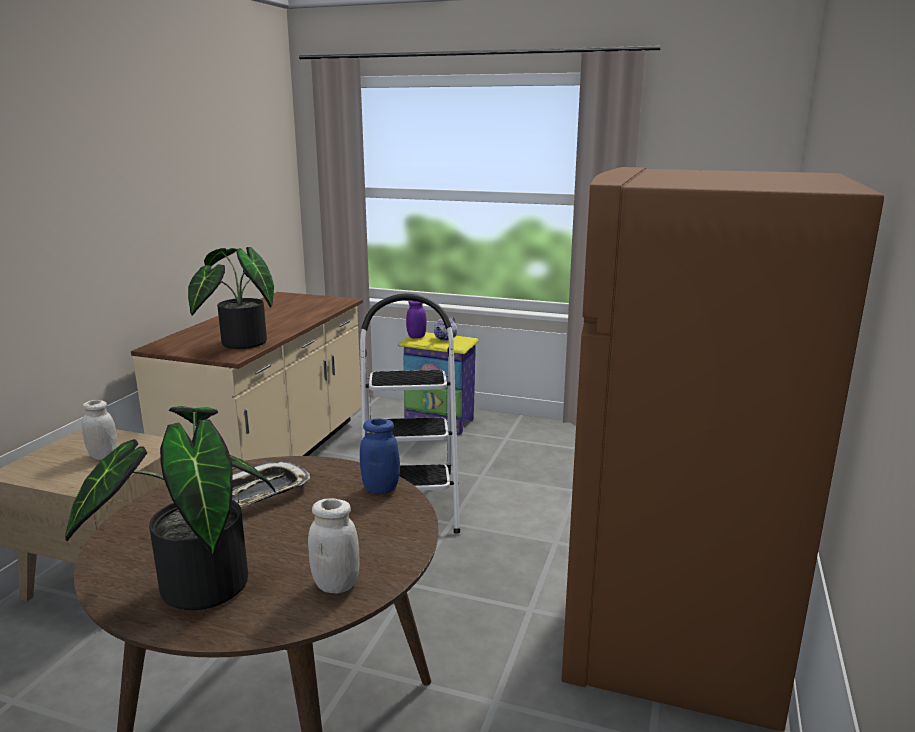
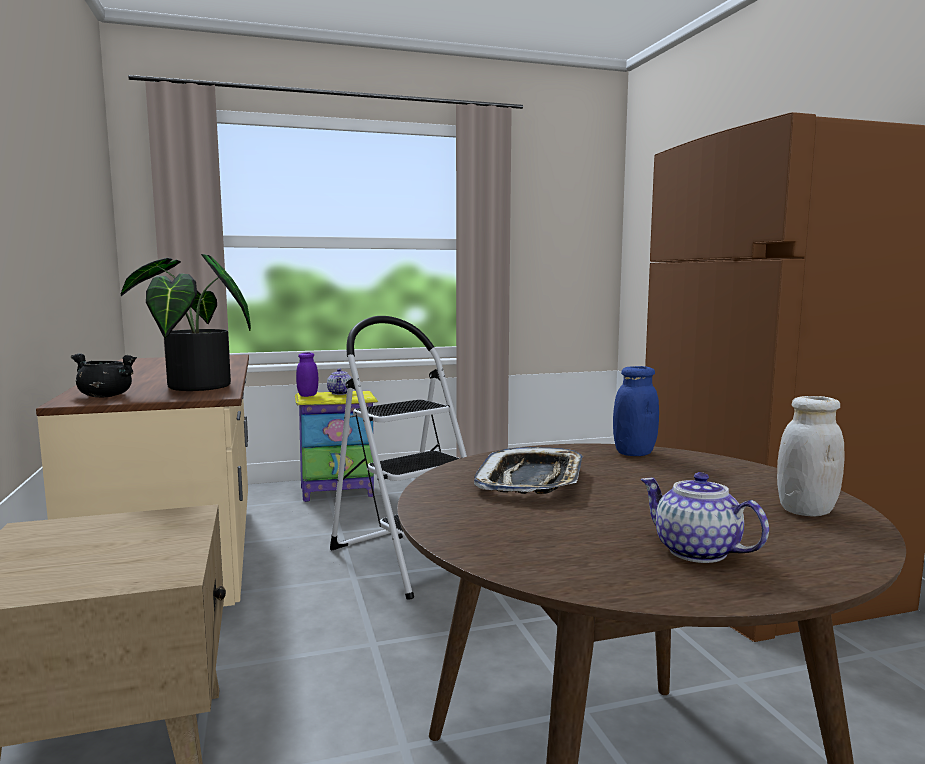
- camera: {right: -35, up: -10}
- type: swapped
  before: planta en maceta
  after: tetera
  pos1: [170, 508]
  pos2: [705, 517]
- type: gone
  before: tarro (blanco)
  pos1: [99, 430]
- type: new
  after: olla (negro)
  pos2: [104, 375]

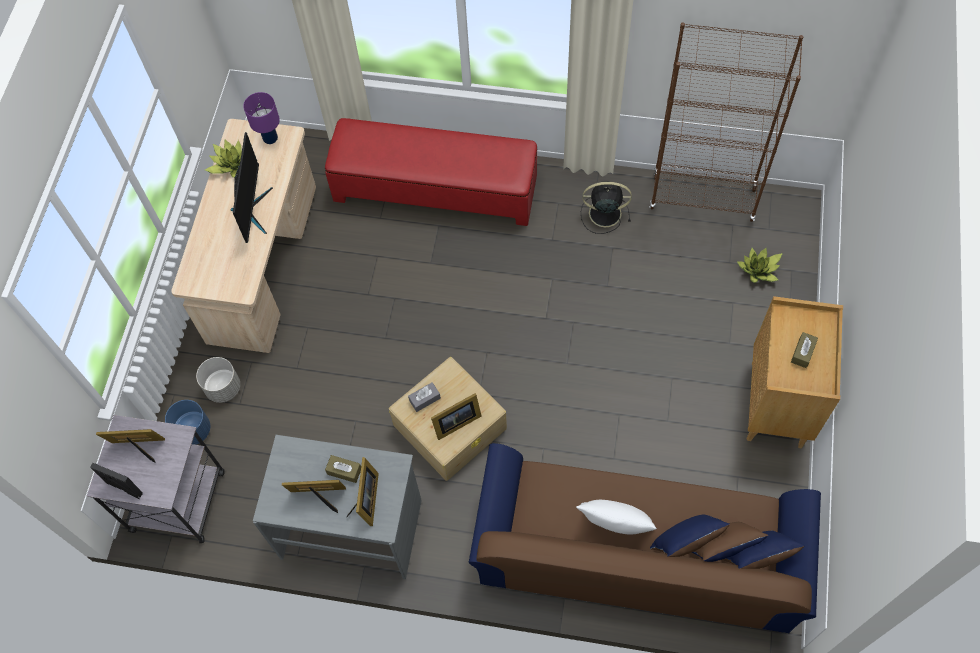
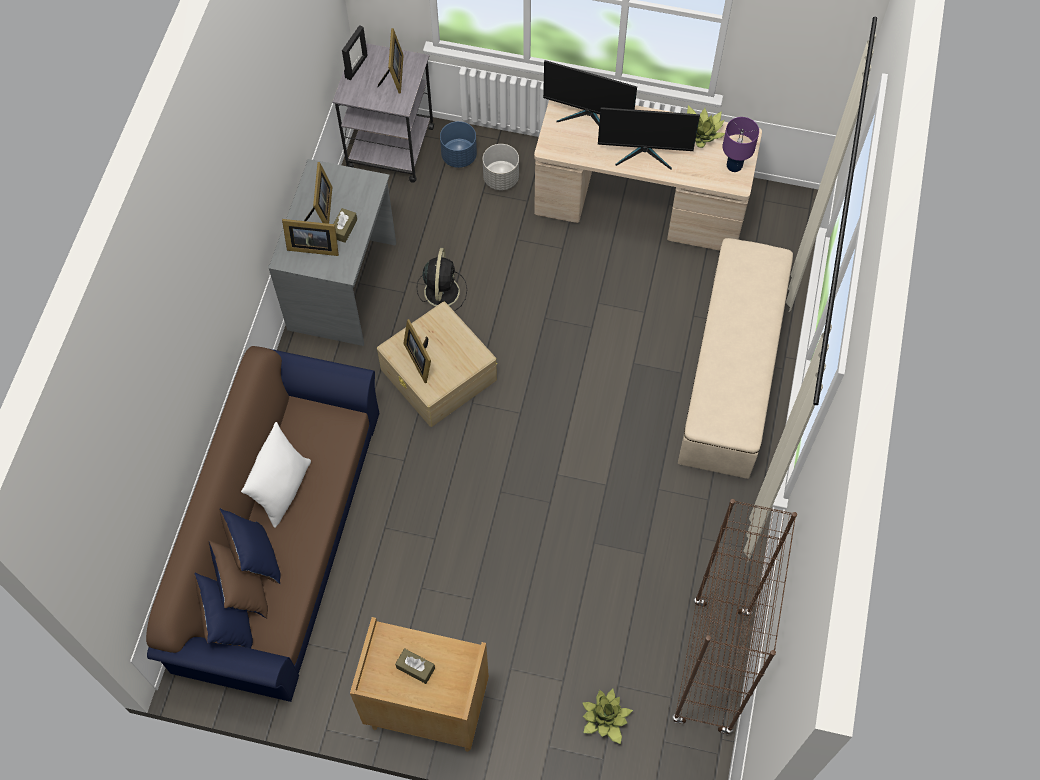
- camera: {right: 90, up: 0}
- type: repainted
  before: banco (rojo)
  after: banco (beis)
  pos1: [431, 172]
  pos2: [735, 358]
- type: gone
  before: caja de pañuelos (gris)
  pos1: [424, 397]
- type: shifted
  before: ventilador (negro)
  pos1: [606, 207]
  pos2: [442, 279]
- type: new
  after: monitor
  pos2: [590, 93]

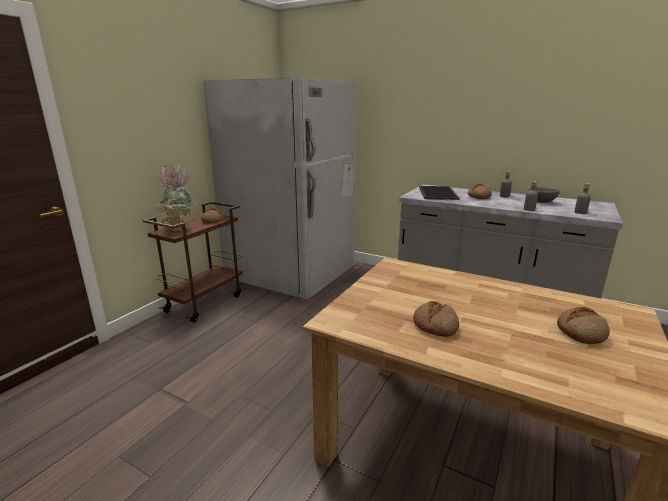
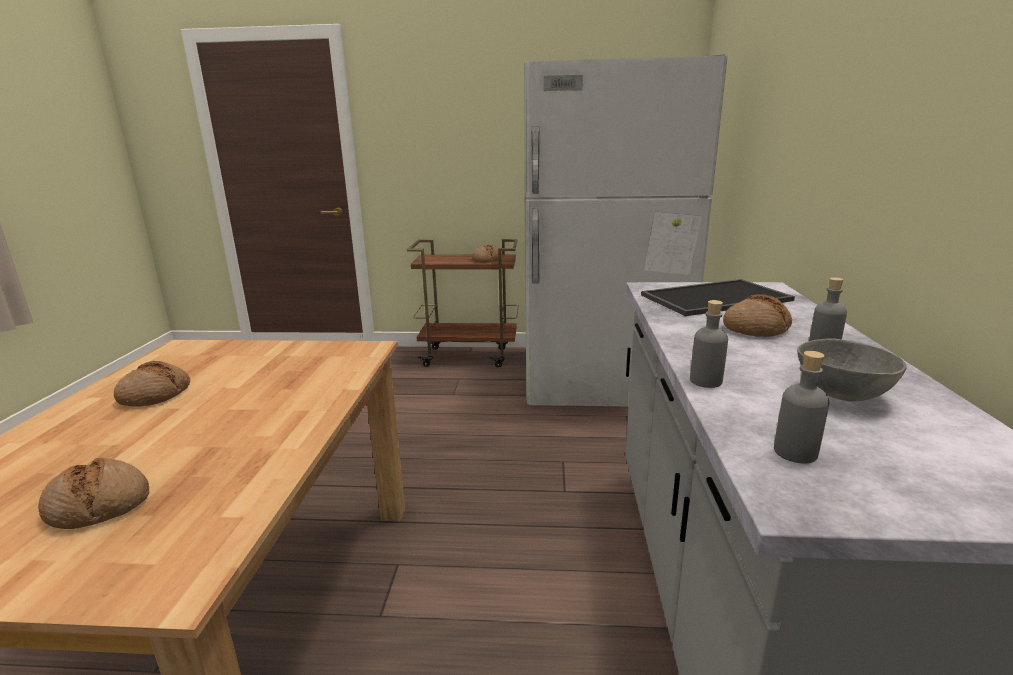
- camera: {right: 65, up: 0}
- type: gone
  before: planta en maceta
  pos1: [175, 198]

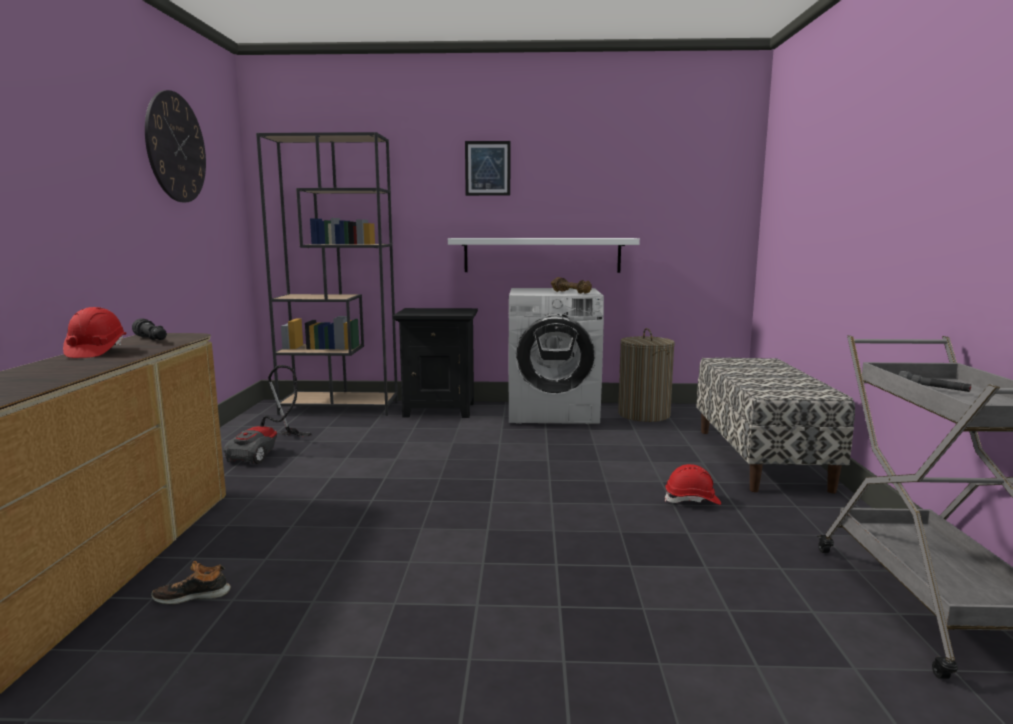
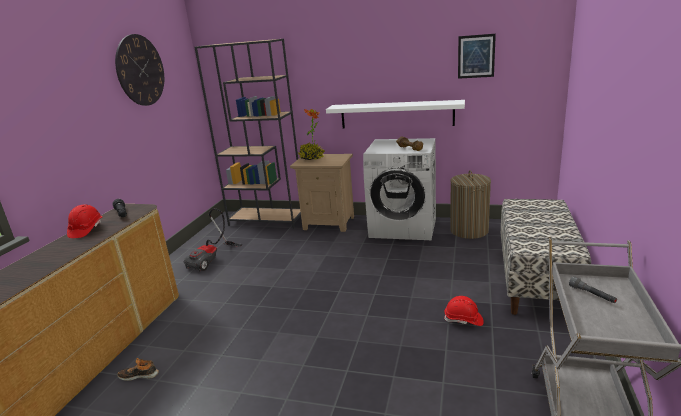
- camera: {right: 15, up: 10}
- type: repainted
  before: mesita de noche (negro)
  after: mesita de noche (beis)
  pos1: [435, 363]
  pos2: [322, 193]
- type: shifted
  before: cuadro
  pos1: [487, 168]
  pos2: [477, 56]
- type: new
  after: planta en maceta
  pos2: [311, 134]

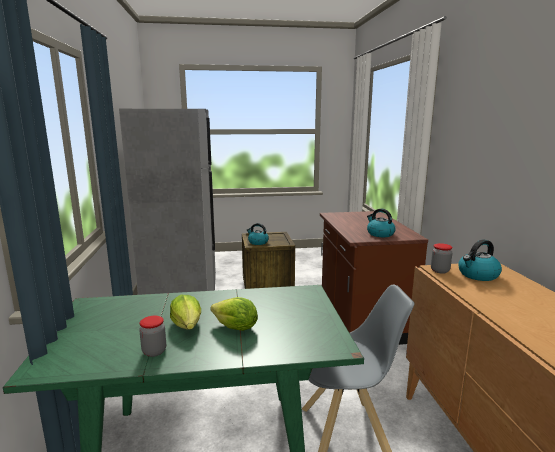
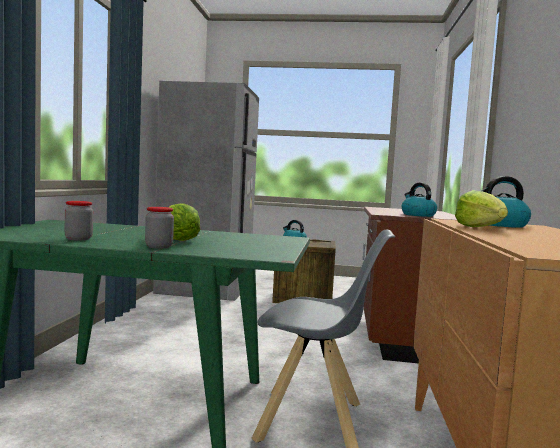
- camera: {right: 15, up: -10}
- type: shifted
  before: lechuga
  pos1: [185, 312]
  pos2: [481, 208]
- type: shifted
  before: tarro
  pos1: [441, 258]
  pos2: [159, 228]

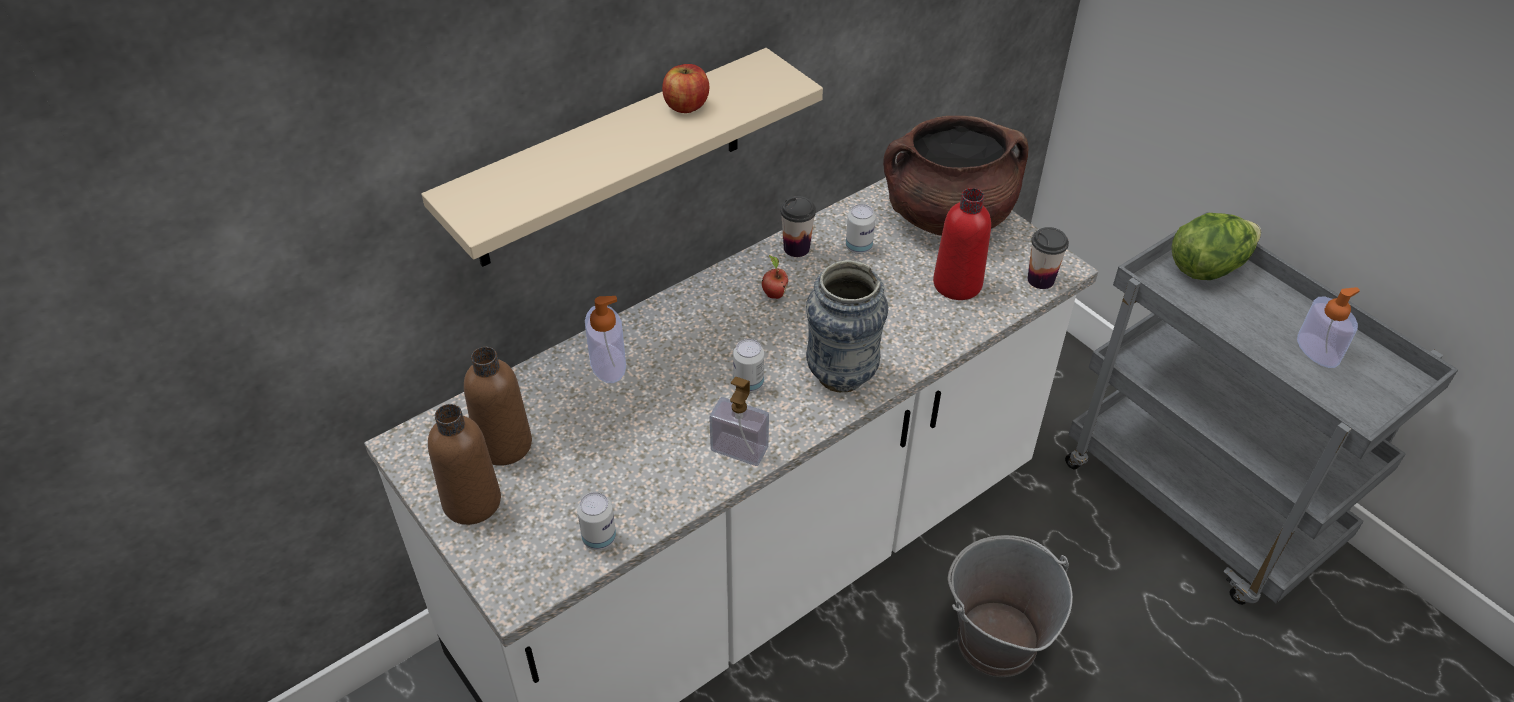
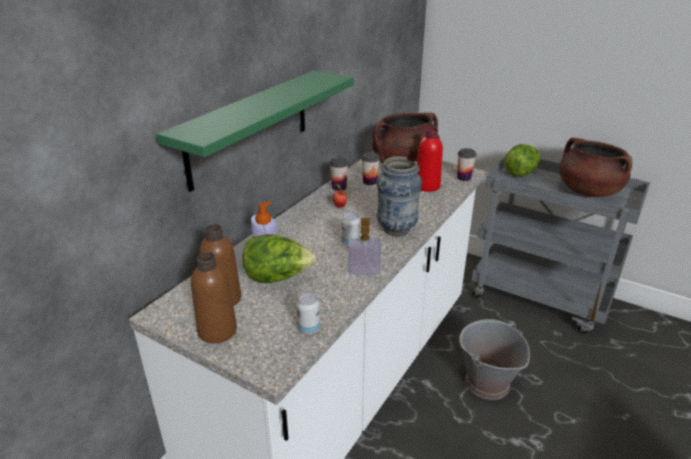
- camera: {right: -20, up: -15}
- type: repainted
  before: estante (beis)
  after: estante (verde)
  pos1: [622, 157]
  pos2: [255, 131]
- type: gone
  before: manzana
  pos1: [685, 88]
- type: swapped
  before: lata
  after: taza
  pos1: [861, 229]
  pos2: [370, 168]
- type: swapped
  before: dispensador de jabón
  after: olla (marrón)
  pos1: [1328, 327]
  pos2: [596, 167]
- type: new
  after: lechuga
  pos2: [279, 258]

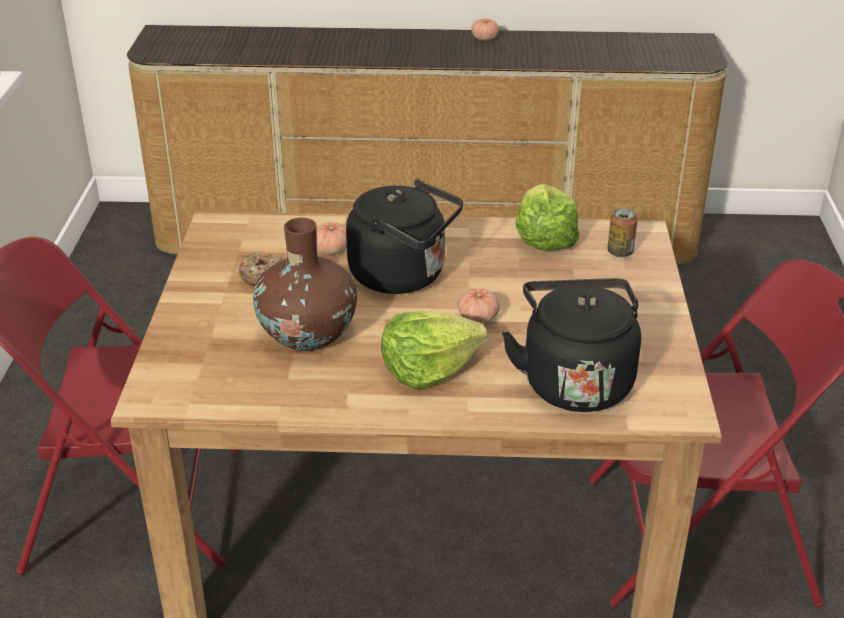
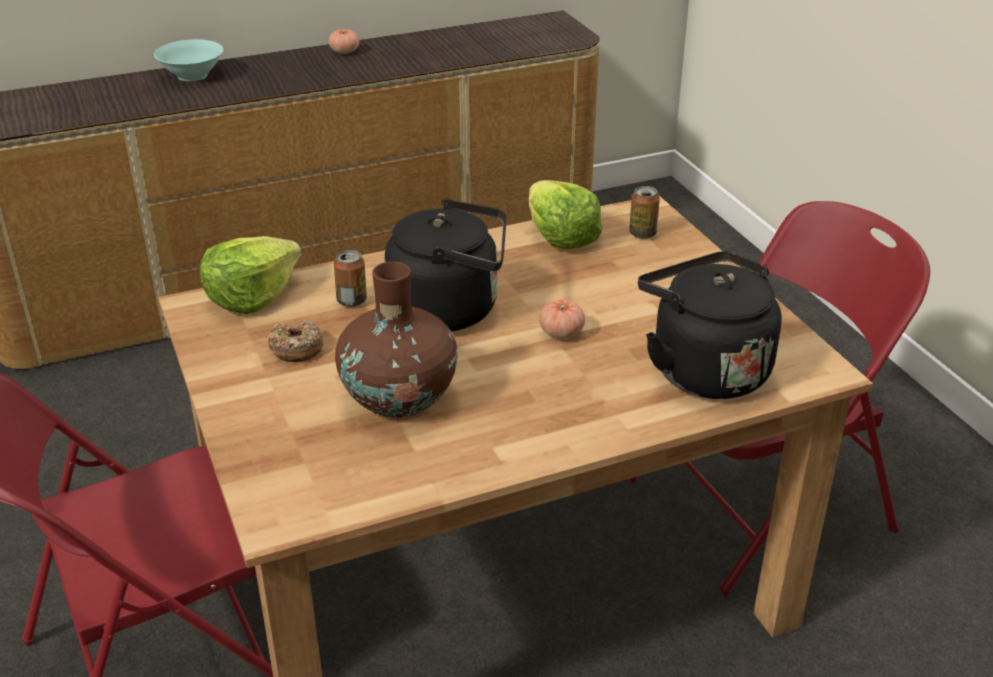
- camera: {right: -25, up: 0}
- type: swapped
  before: tomate
  after: lata
  pos1: [332, 238]
  pos2: [350, 278]
- type: shifted
  before: lechuga
  pos1: [434, 350]
  pos2: [250, 275]
- type: new
  after: cuenco (turquesa)
  pos2: [189, 60]

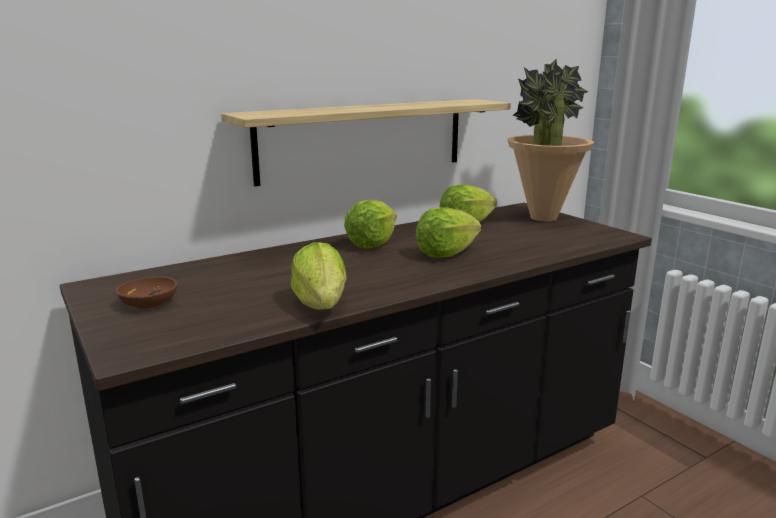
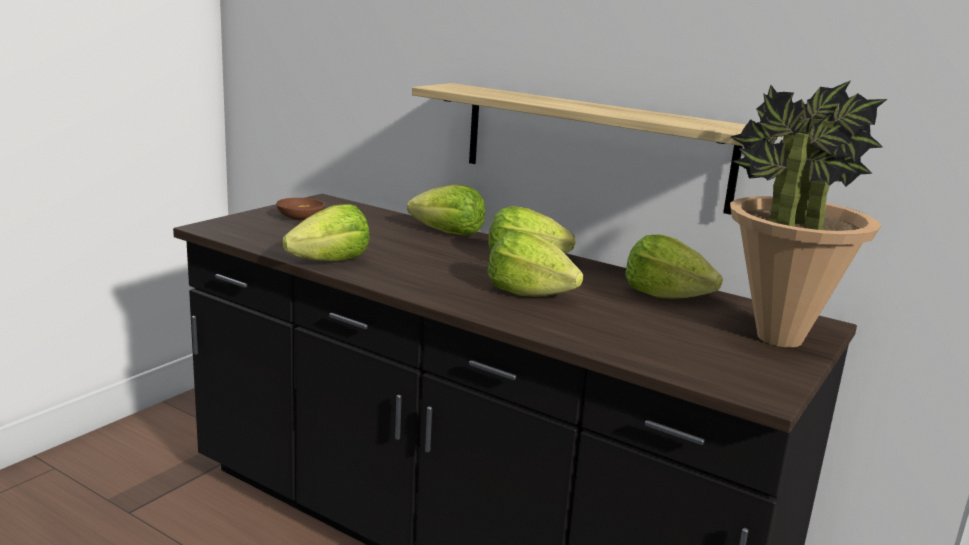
- camera: {right: 65, up: 0}
- type: new
  after: lechuga
  pos2: [446, 210]

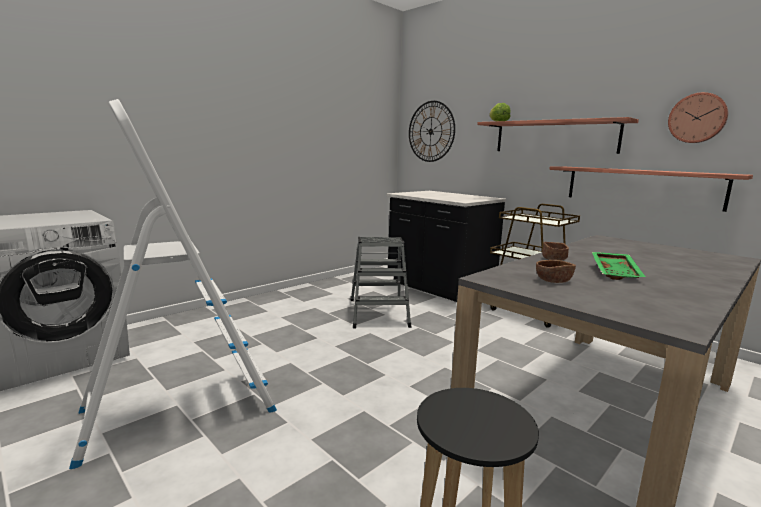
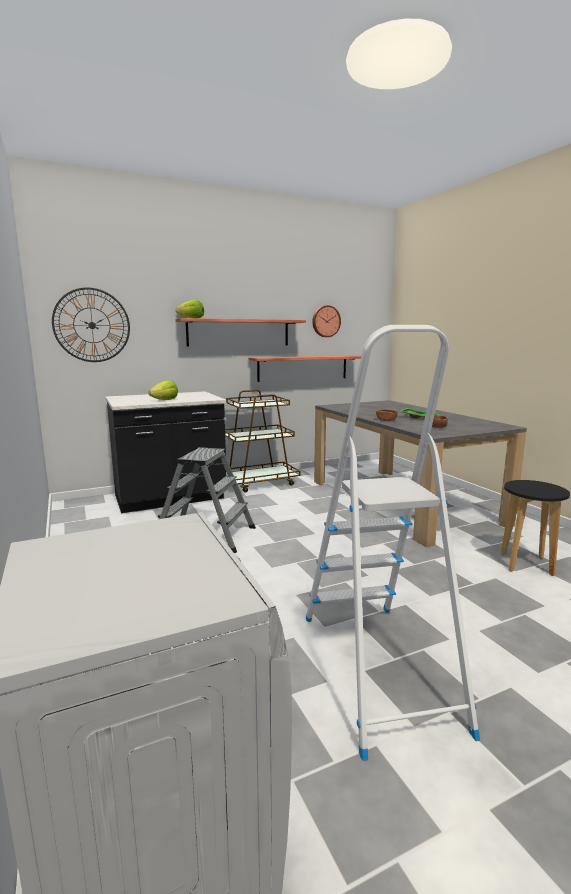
- camera: {right: -70, up: 0}
- type: new
  after: lechuga
  pos2: [163, 390]

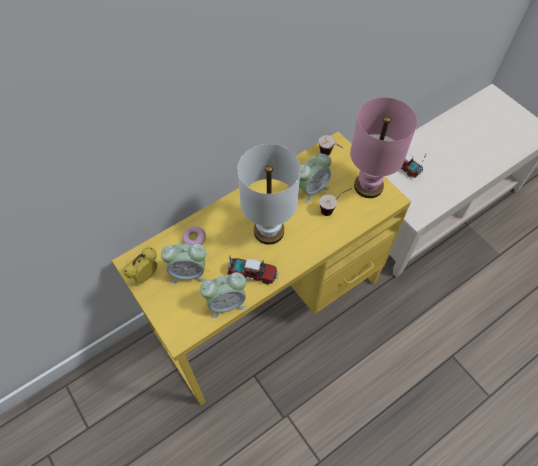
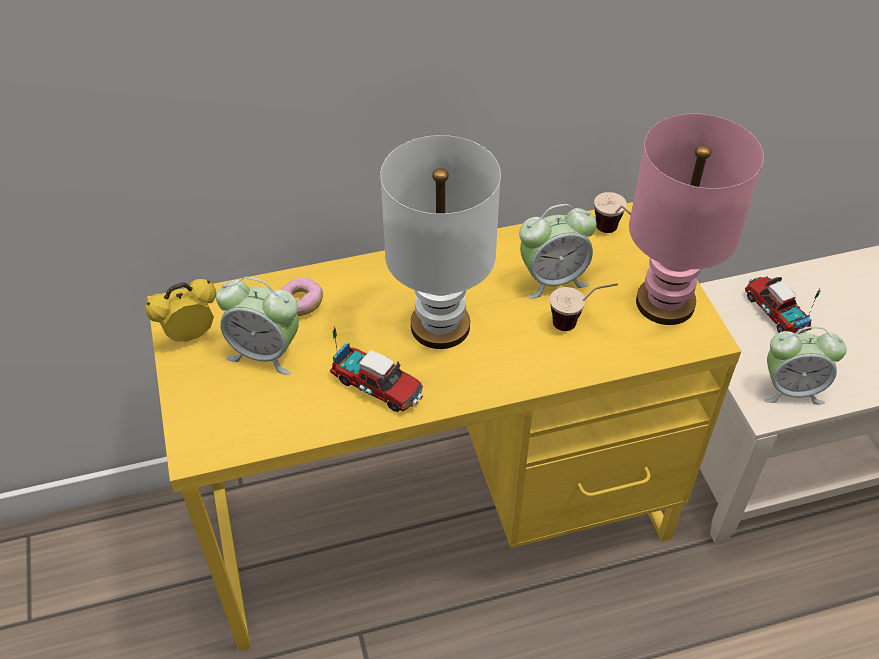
- camera: {right: 20, up: -10}
- type: shifted
  before: despertador
  pos1: [223, 295]
  pos2: [805, 365]

